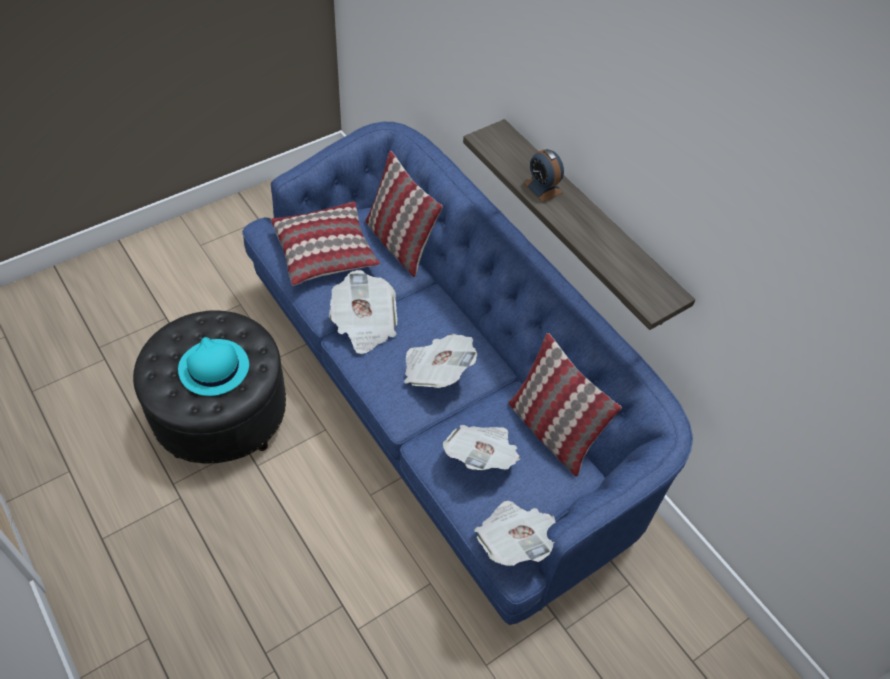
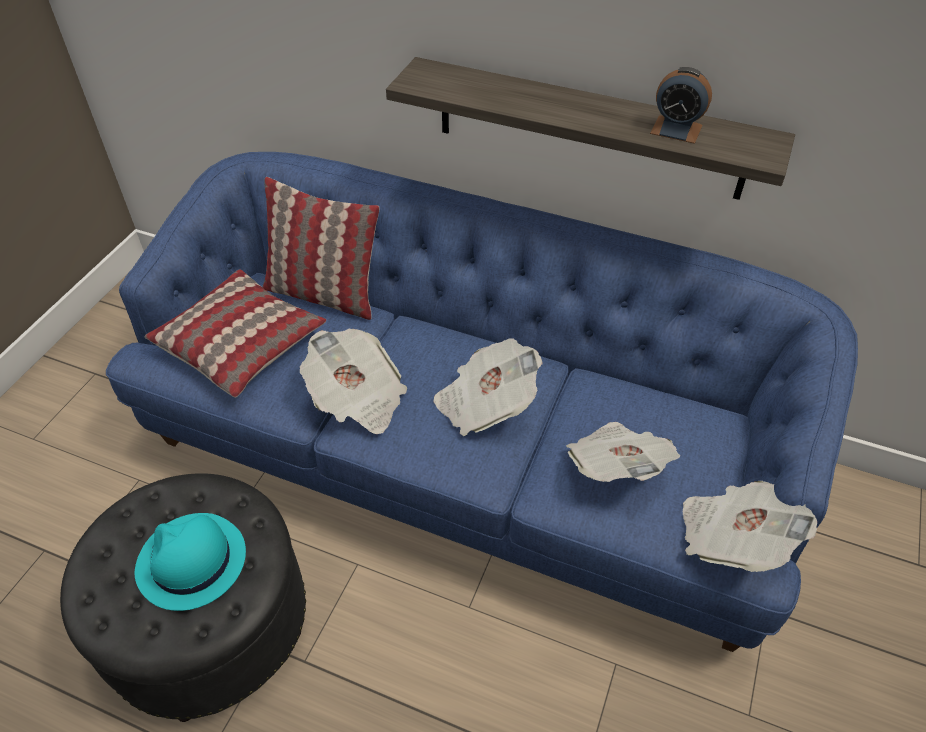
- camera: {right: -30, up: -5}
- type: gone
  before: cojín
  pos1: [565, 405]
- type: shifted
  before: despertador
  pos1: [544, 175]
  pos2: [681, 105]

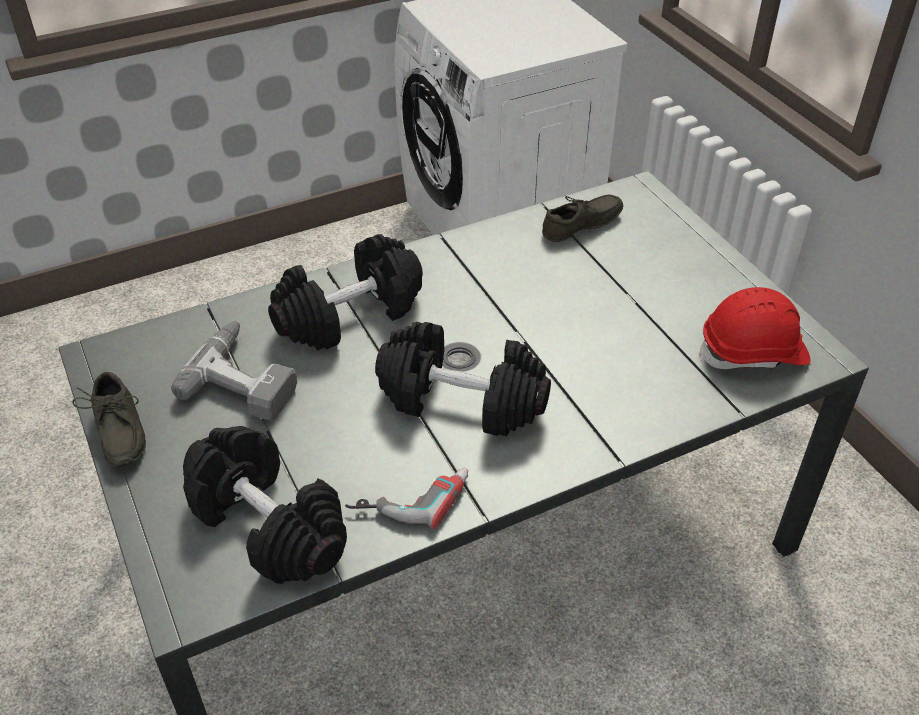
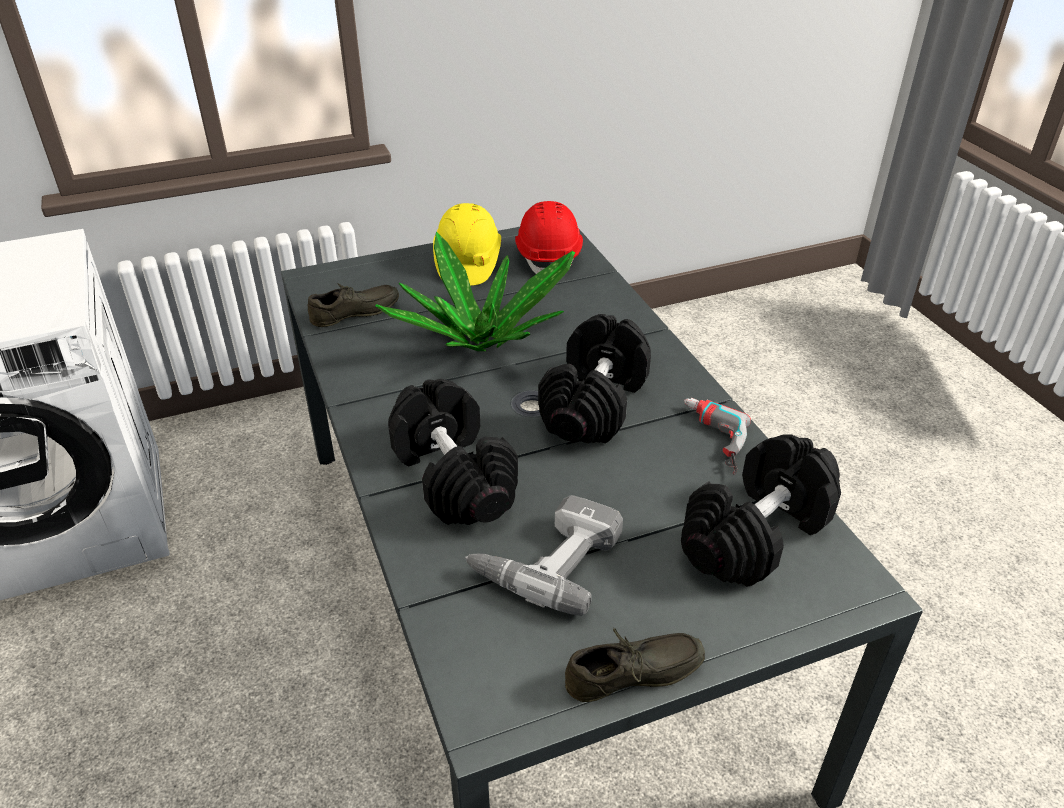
- camera: {right: -85, up: -5}
- type: rotated
  before: zapato (gris)
  pos1: [582, 218]
  pos2: [353, 305]
  turn: 90
- type: new
  after: planta en maceta
  pos2: [475, 291]
- type: new
  after: casco (amarillo)
  pos2: [467, 244]

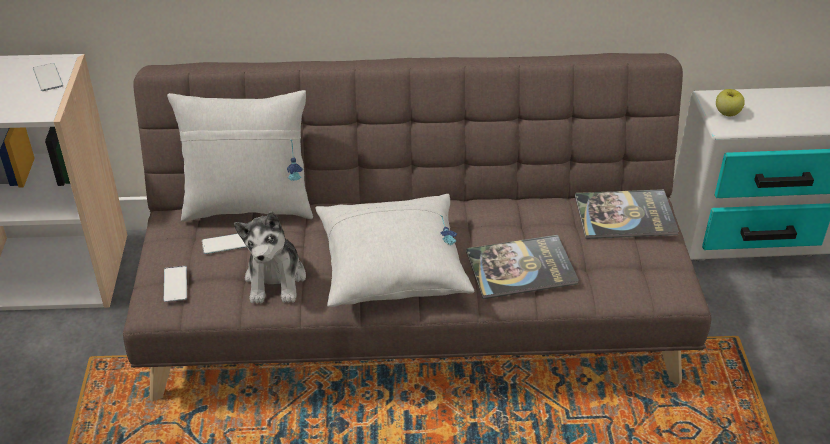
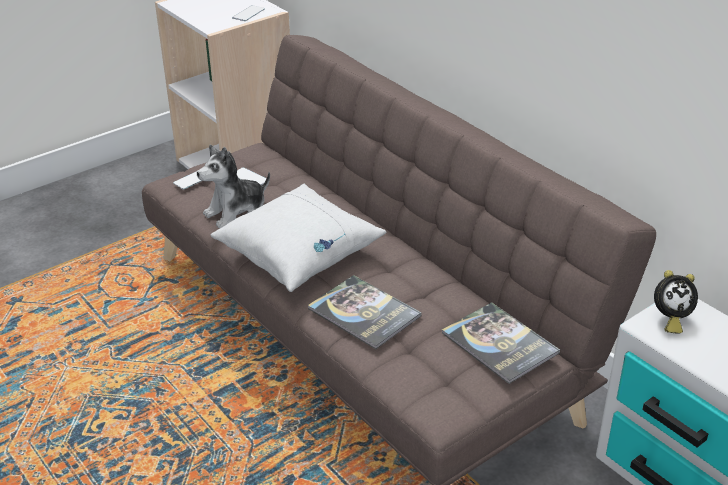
- camera: {right: 55, up: -5}
- type: gone
  before: cojín (gris)
  pos1: [240, 156]
- type: swapped
  before: manzana
  after: despertador
  pos1: [730, 102]
  pos2: [676, 302]

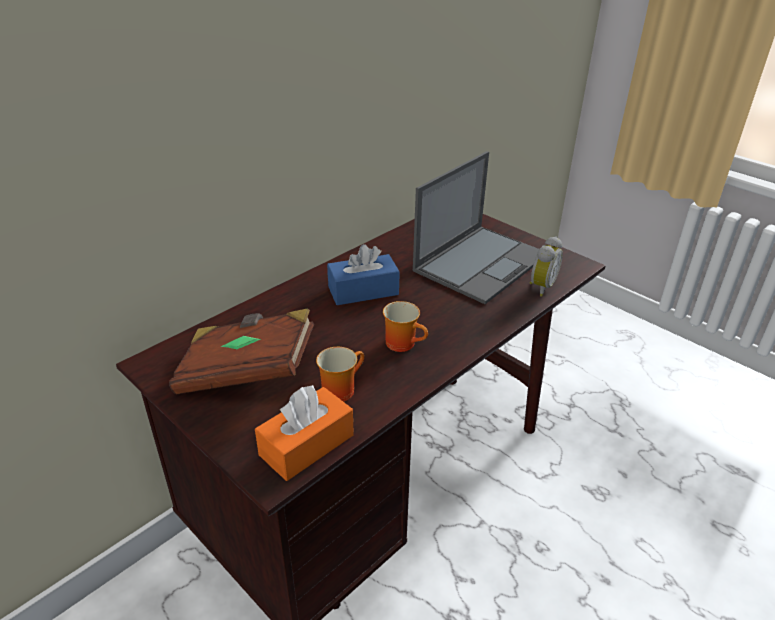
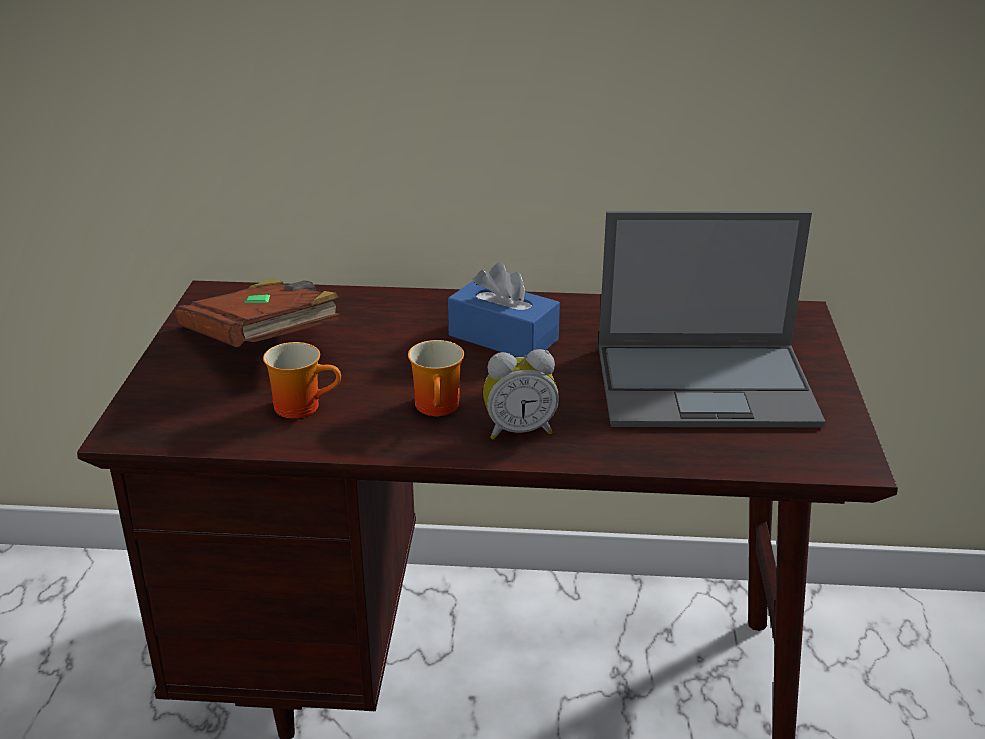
- camera: {right: 50, up: -5}
- type: gone
  before: caja de pañuelos (naranja)
  pos1: [304, 433]
- type: shifted
  before: despertador
  pos1: [546, 266]
  pos2: [521, 394]

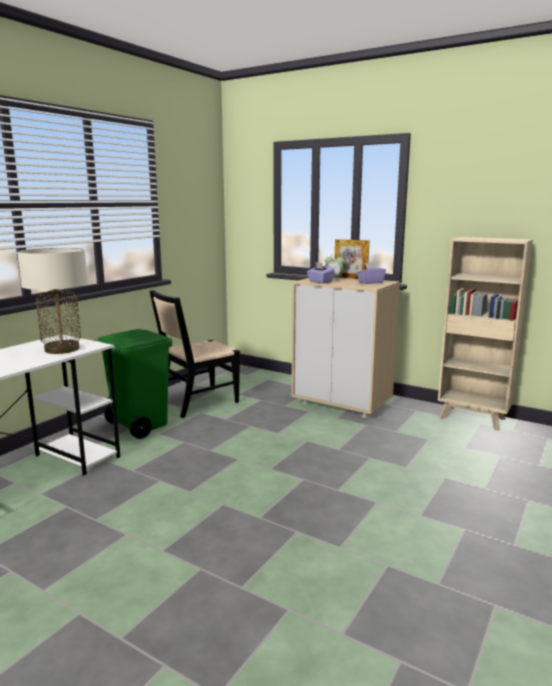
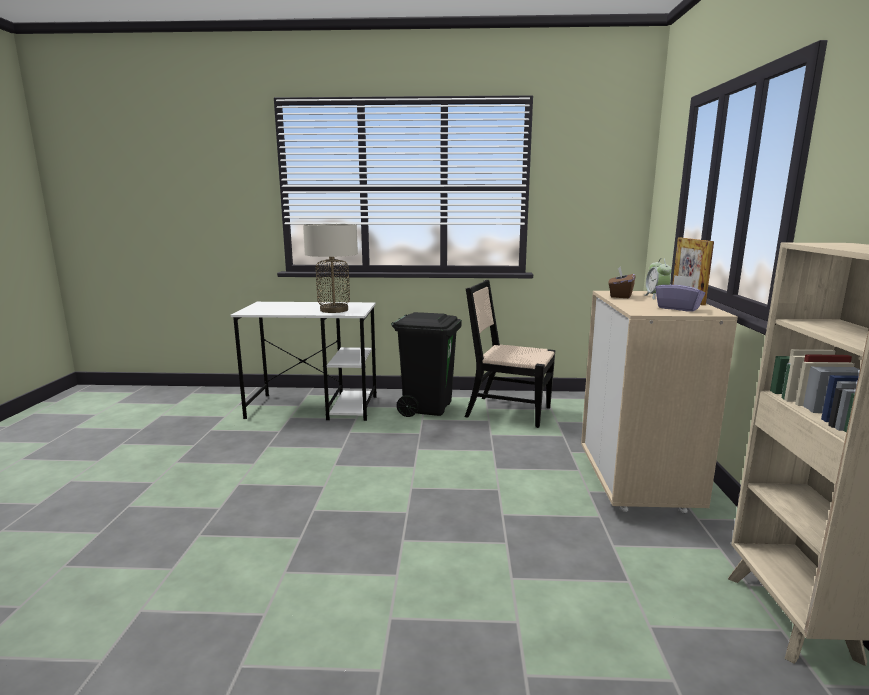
- camera: {right: 60, up: 0}
- type: repainted
  before: papelera (verde)
  after: papelera (negro)
  pos1: [133, 384]
  pos2: [426, 364]
- type: repainted
  before: caja de pañuelos (morado)
  after: caja de pañuelos (marrón)
  pos1: [321, 272]
  pos2: [621, 282]

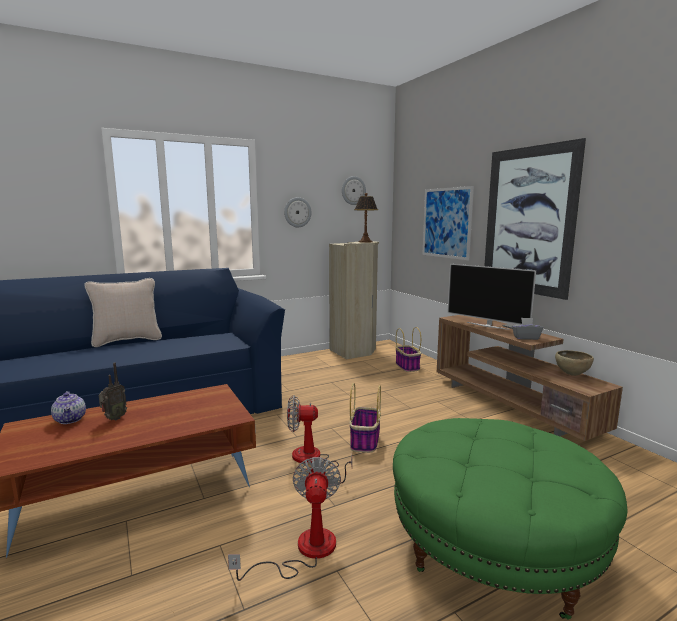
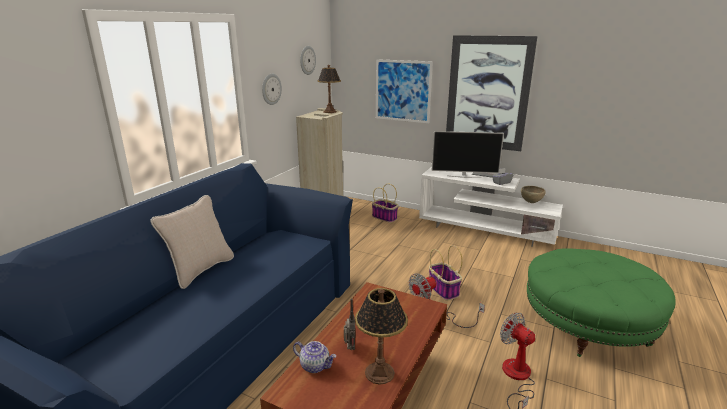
- camera: {right: -35, up: 10}
- type: repainted
  before: mueble de televisión (marrón)
  after: mueble de televisión (blanco)
  pos1: [530, 378]
  pos2: [491, 207]
- type: new
  after: lámpara de mesa
  pos2: [381, 336]

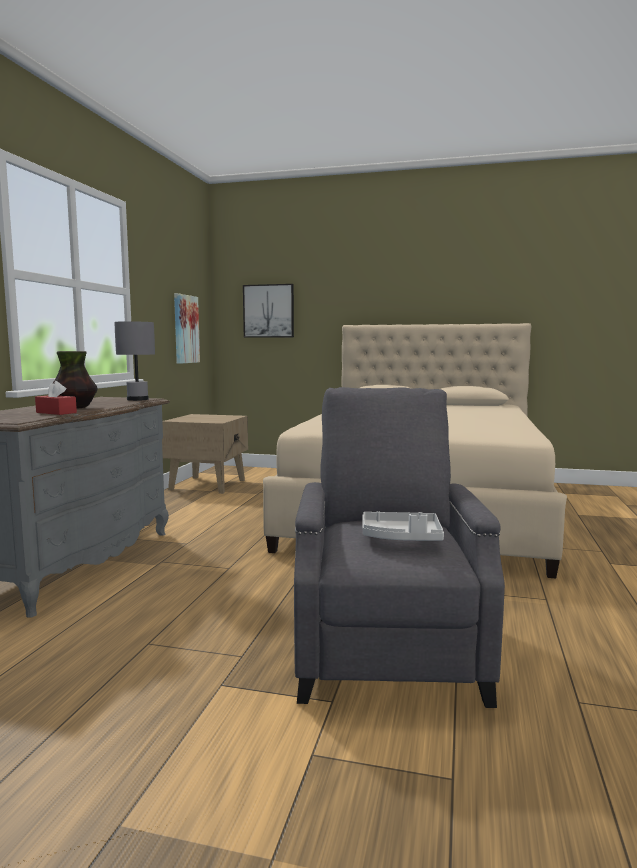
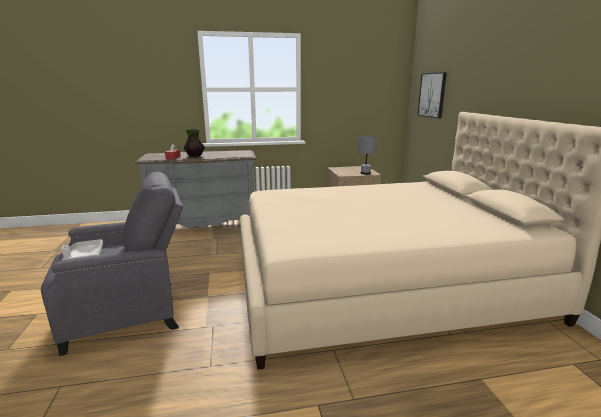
- camera: {right: 65, up: 10}
- type: shifted
  before: lámpara de mesa (gris)
  pos1: [135, 361]
  pos2: [367, 155]
- type: gone
  before: cuadro
  pos1: [187, 328]

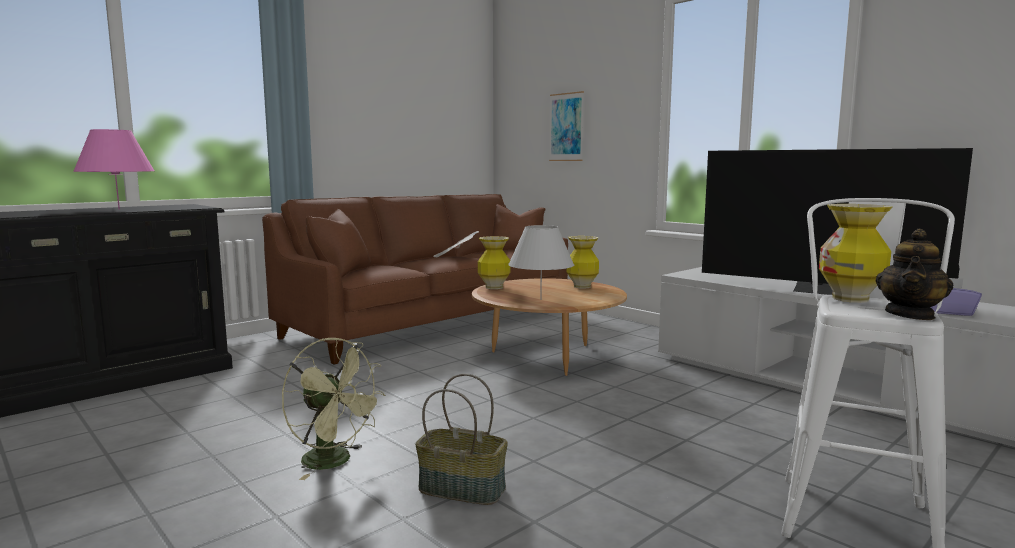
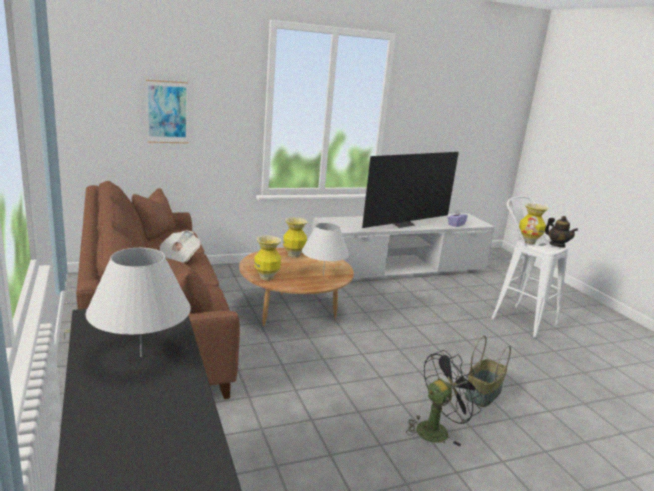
- camera: {right: -70, up: 10}
- type: repainted
  before: lámpara de mesa (rosa)
  after: lámpara de mesa (blanco)
  pos1: [114, 169]
  pos2: [138, 302]
- type: repainted
  before: ventilador (verde)
  after: ventilador (negro)
  pos1: [333, 409]
  pos2: [444, 398]

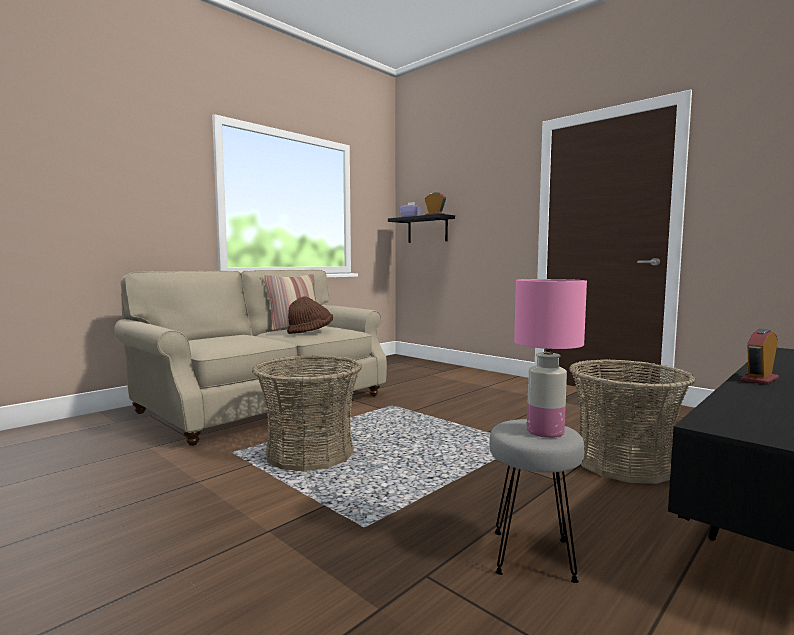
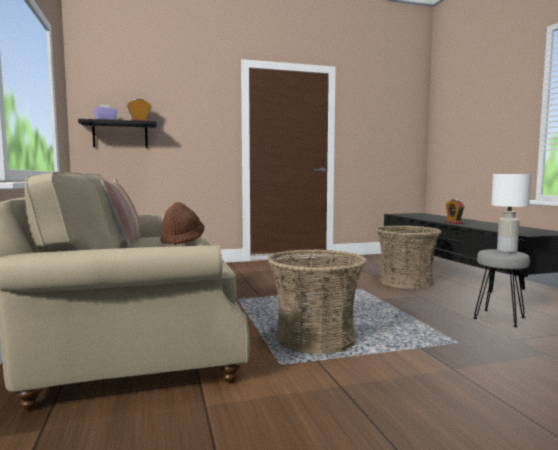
- camera: {right: -60, up: 0}
- type: repainted
  before: lámpara de mesa (rosa)
  after: lámpara de mesa (blanco)
  pos1: [550, 358]
  pos2: [511, 213]

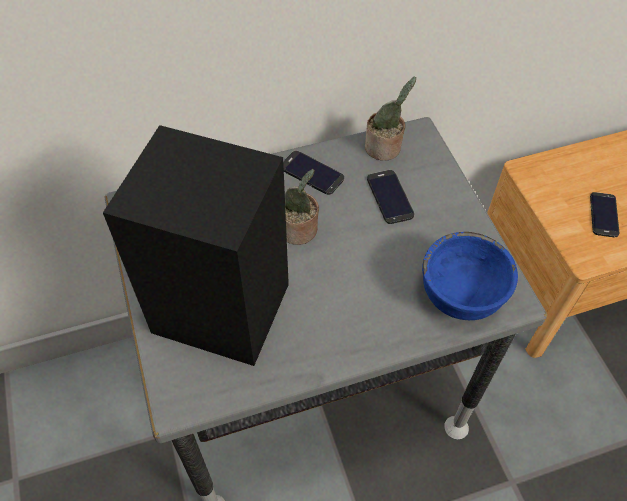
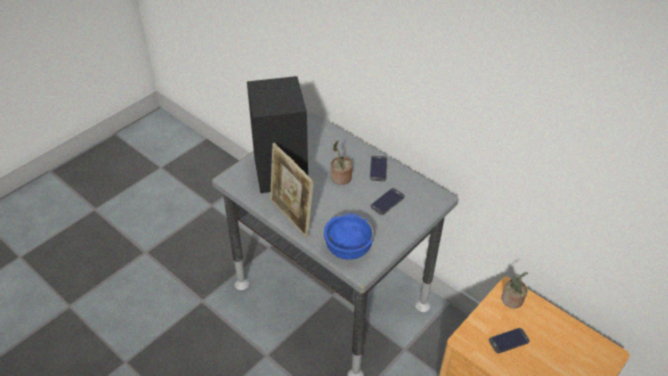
- camera: {right: 60, up: -10}
- type: shifted
  before: planta en maceta
  pos1: [390, 119]
  pos2: [514, 290]
- type: new
  after: portarretratos
  pos2: [292, 190]

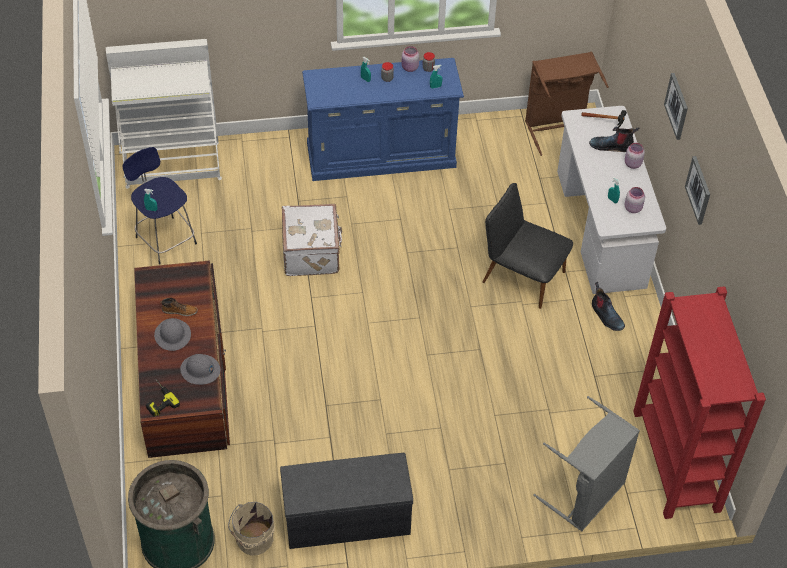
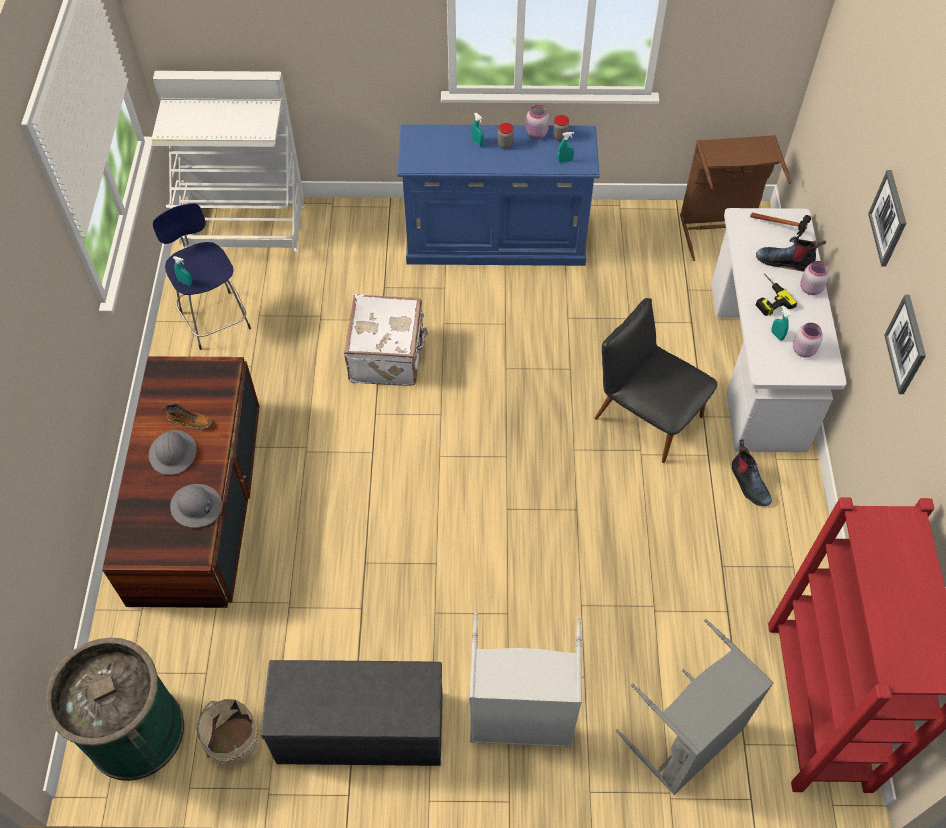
- camera: {right: 10, up: 5}
- type: shifted
  before: taladro
  pos1: [163, 398]
  pos2: [776, 295]
- type: new
  after: cesto de la ropa (gris)
  pos2: [525, 679]

